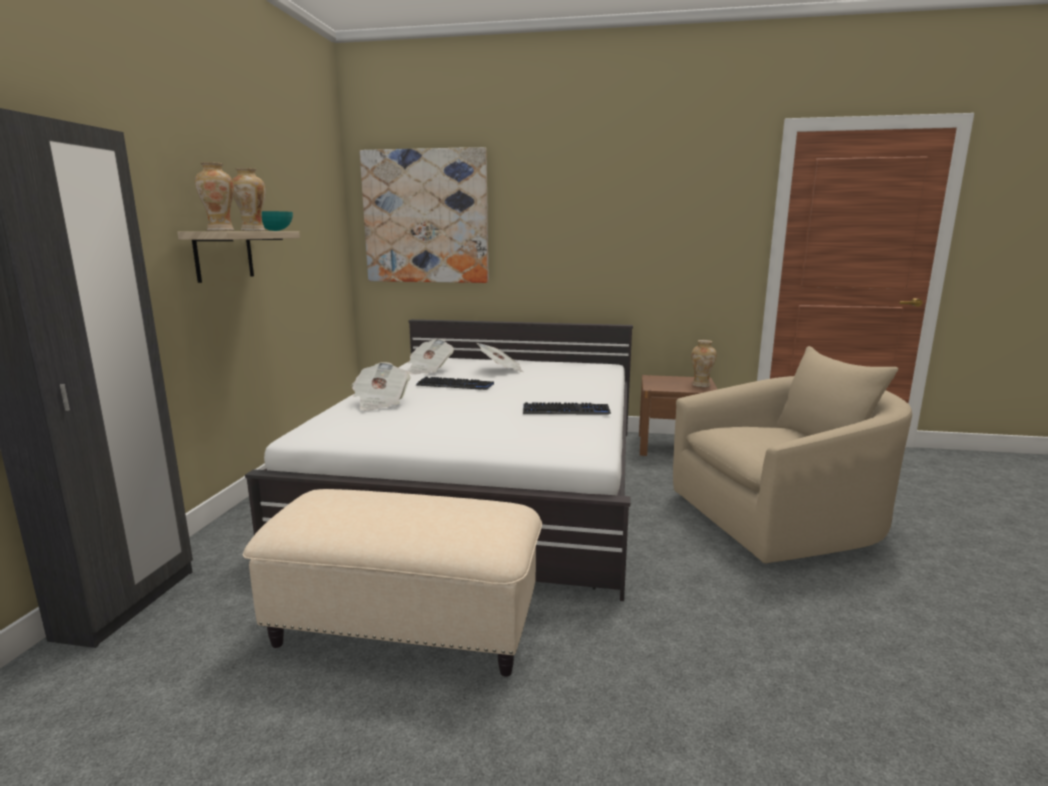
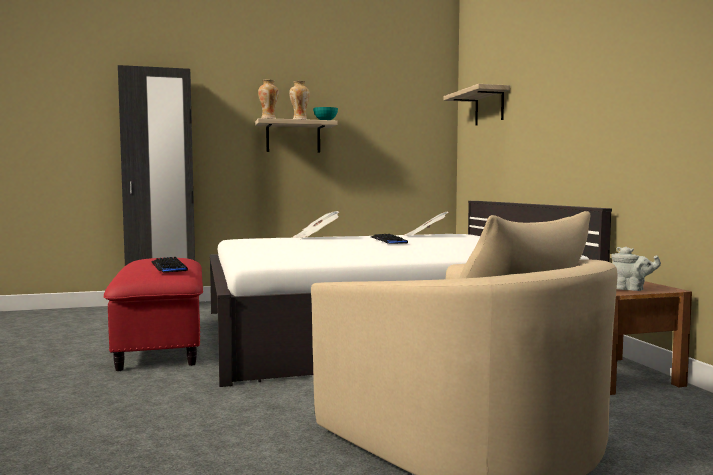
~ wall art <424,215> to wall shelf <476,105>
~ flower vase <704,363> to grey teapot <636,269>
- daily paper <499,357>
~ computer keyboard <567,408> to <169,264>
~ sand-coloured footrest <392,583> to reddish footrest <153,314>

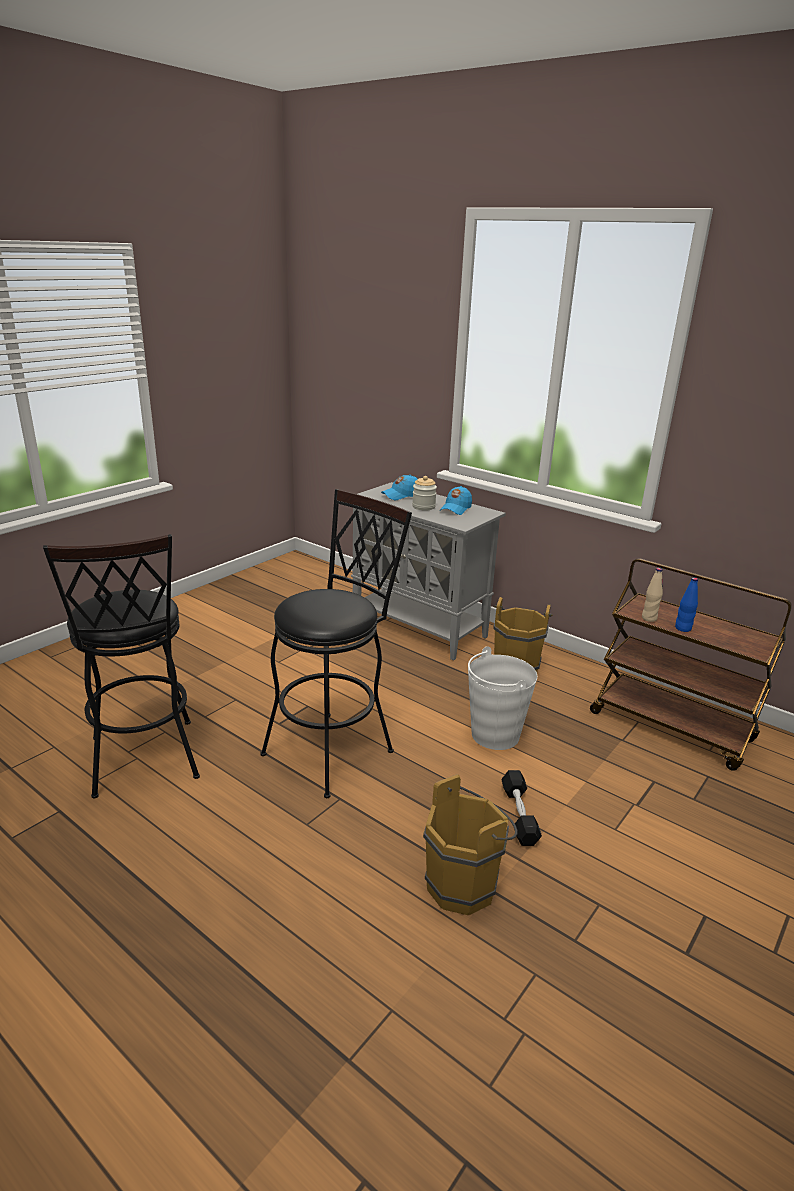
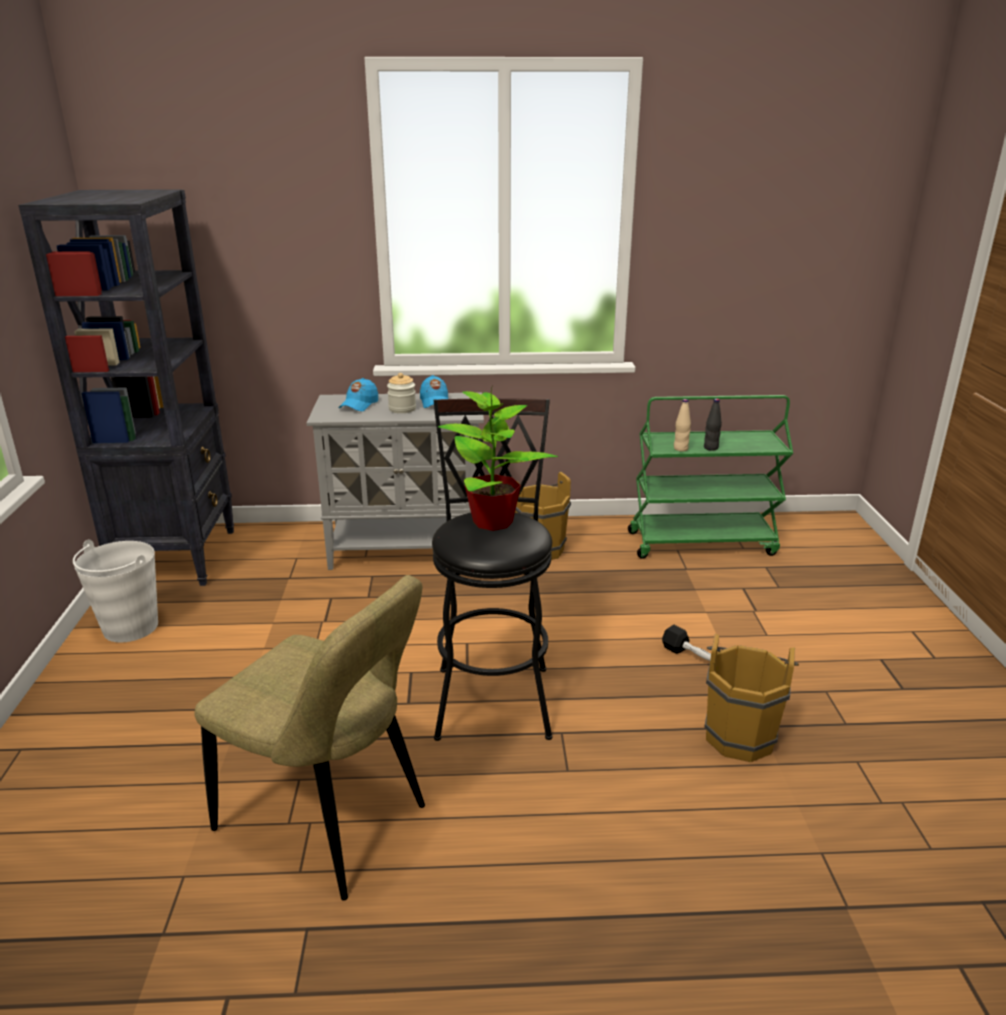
~ black stool seat <121,666> to sand-coloured plain chair <309,738>
~ brown wheeled cart <691,664> to green wheeled cart <710,477>
~ blue-coloured beverage bottle <686,604> to black beverage bottle <713,424>
~ white water bucket <502,698> to <115,590>
+ black bookcase <126,387>
+ potted plant <498,458>

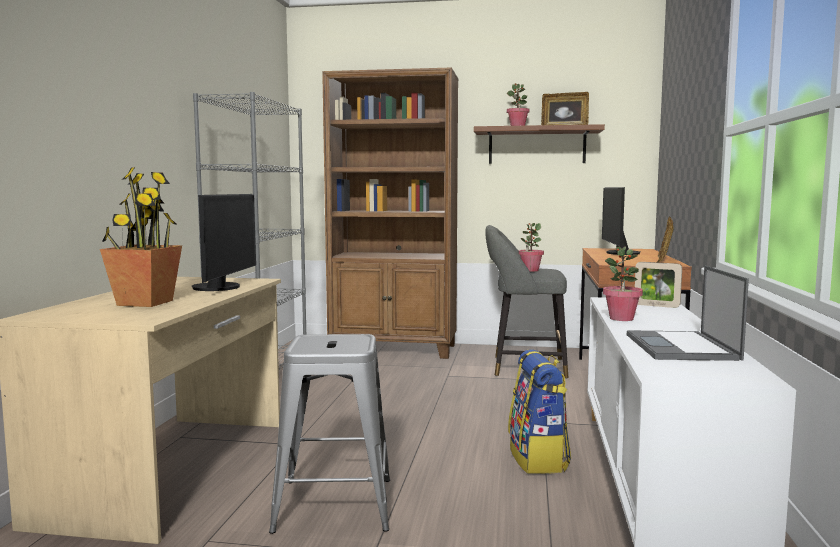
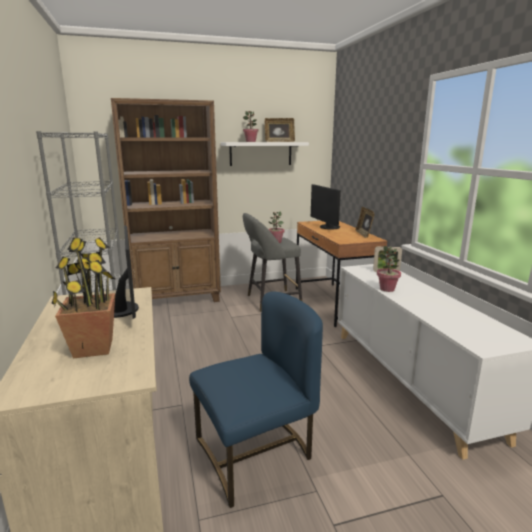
~ brown wall shelf <539,144> to white wall shelf <265,154>
- notebook computer <688,313>
~ grey stool seat <329,434> to blue-coloured plain chair <256,400>
- rucksack <539,411>

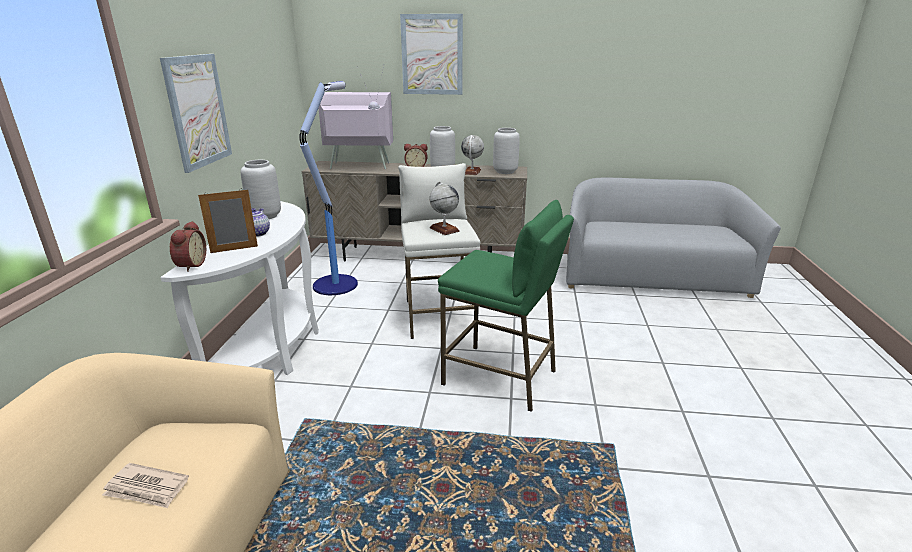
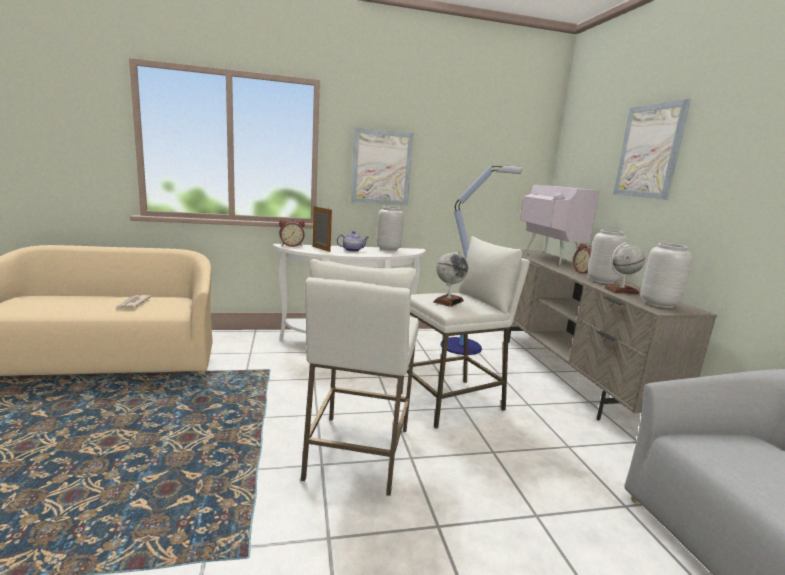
~ green stool seat <506,306> to white stool seat <360,377>

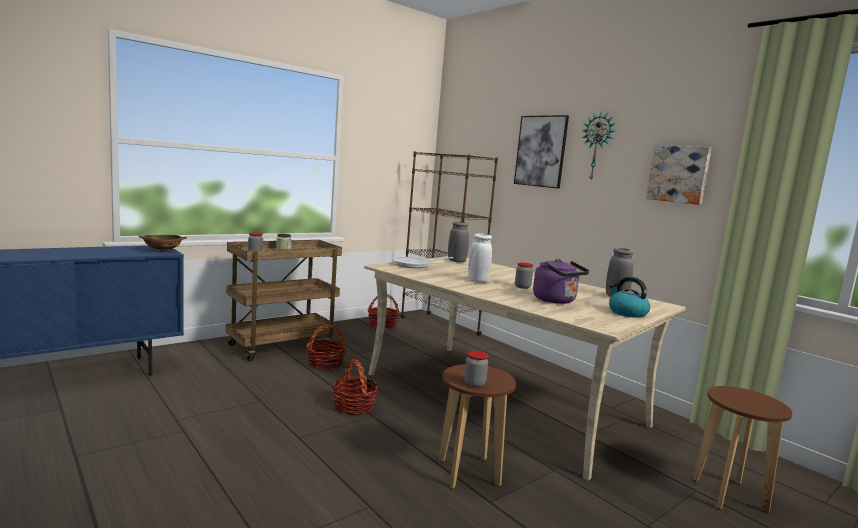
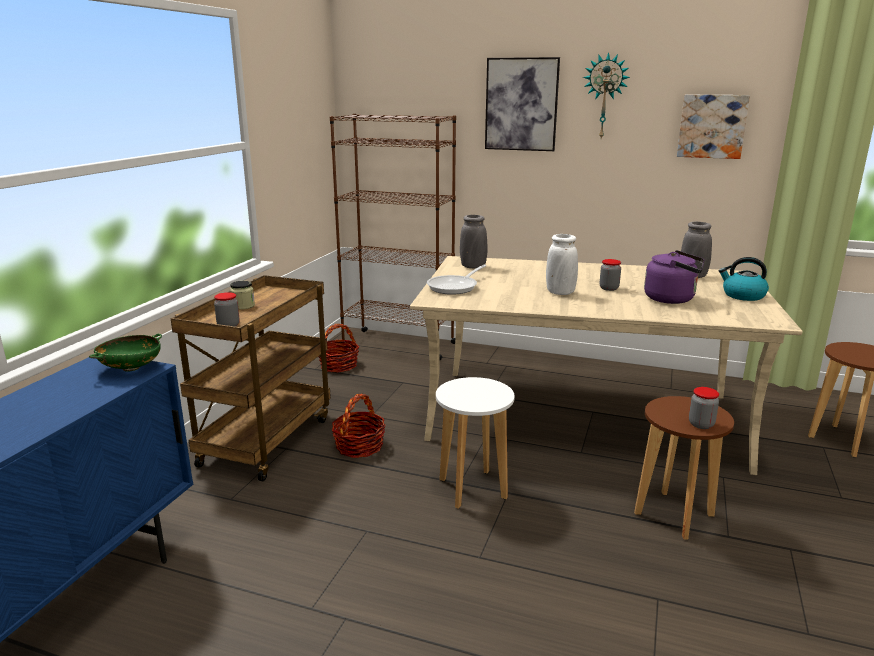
~ brown bowl <163,243> to green bowl <125,352>
~ basket <355,387> to white stool seat <475,443>

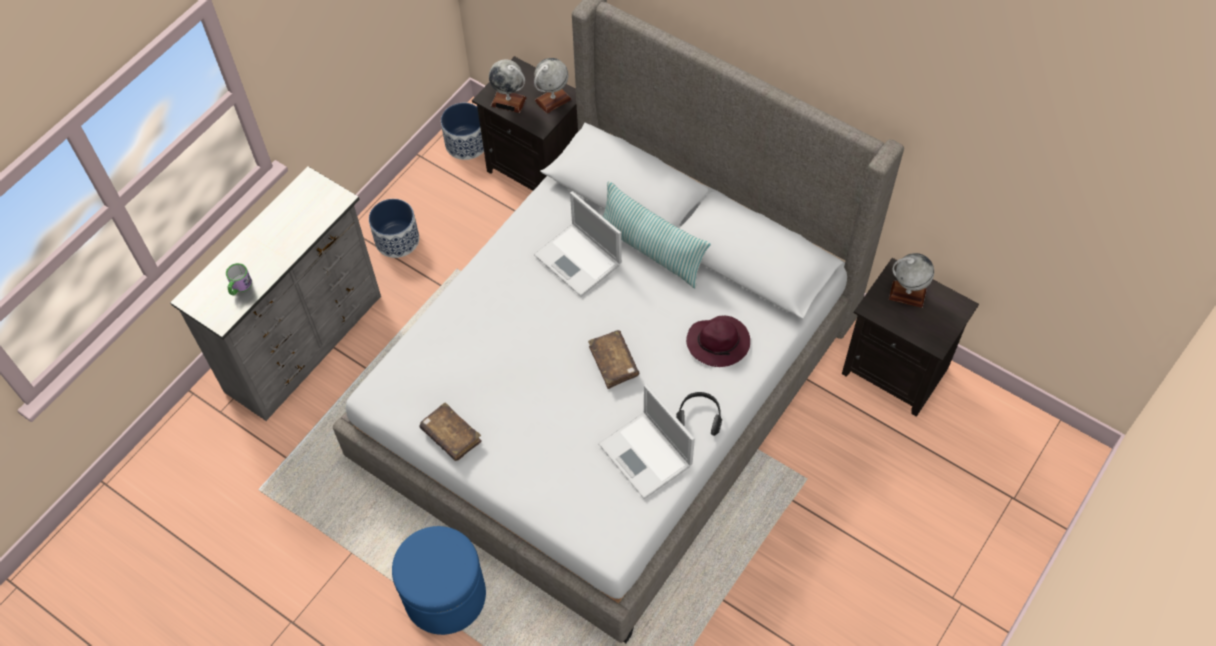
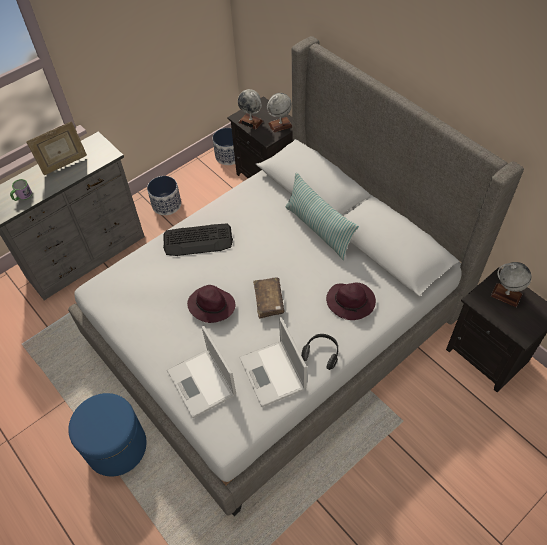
~ notebook computer <578,244> to <201,372>
- brown volume <450,432>
+ photo frame <56,148>
+ computer keyboard <198,240>
+ purple-coloured clothing hat <211,304>

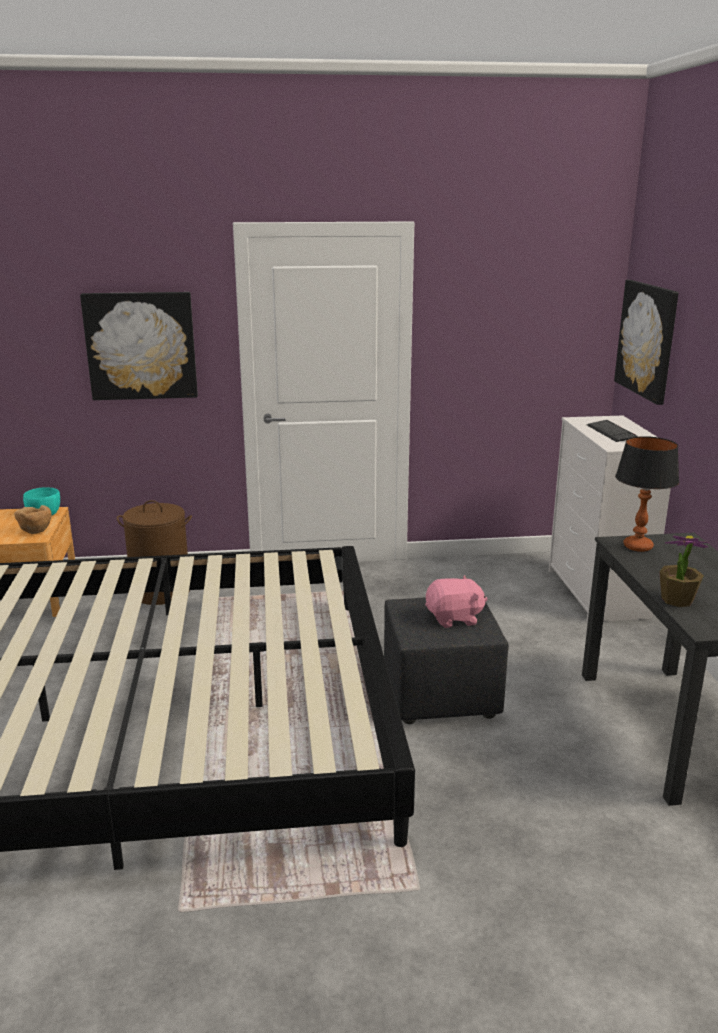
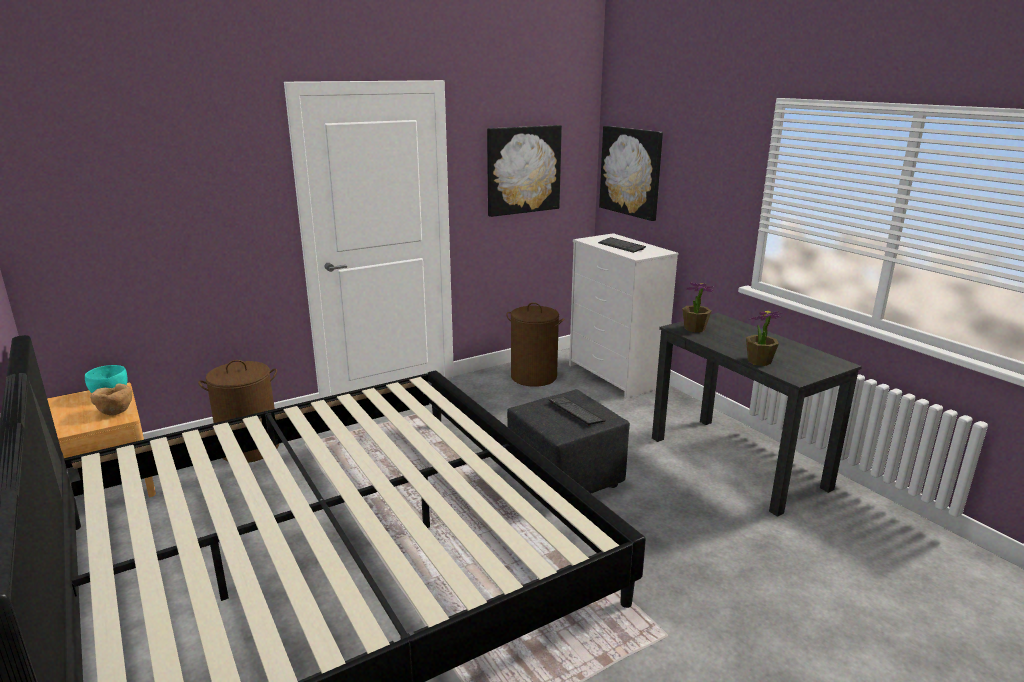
~ wall art <139,346> to <524,171>
~ tabletop lamp <647,494> to potted plant <698,307>
~ pink plush toy <456,601> to computer keyboard <577,411>
+ brown hamper <535,344>

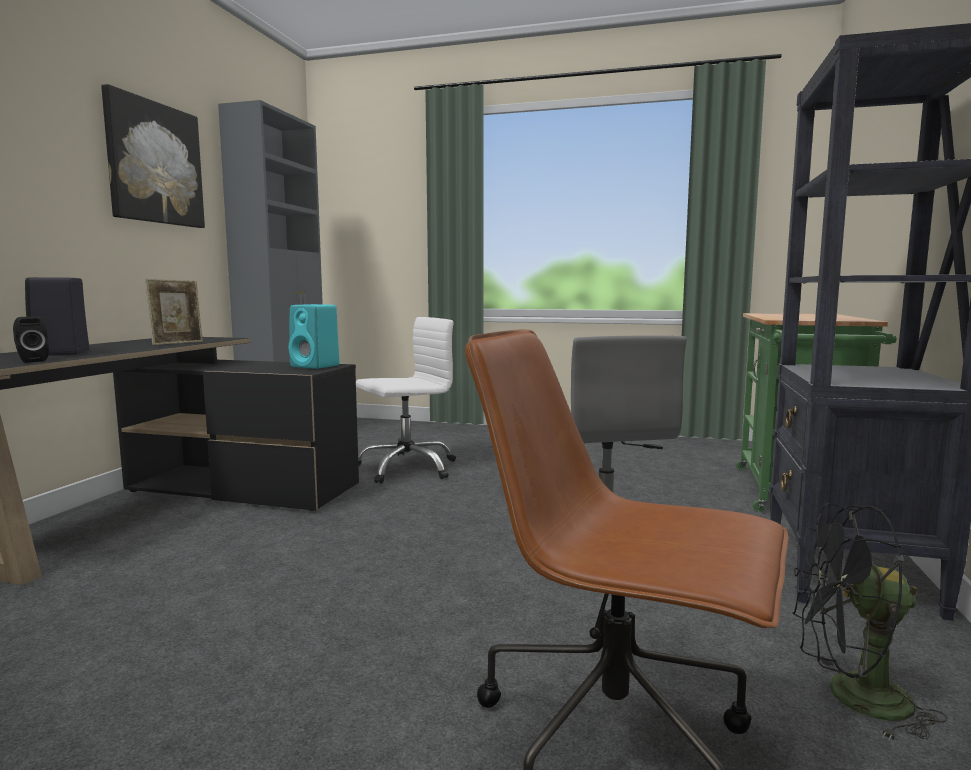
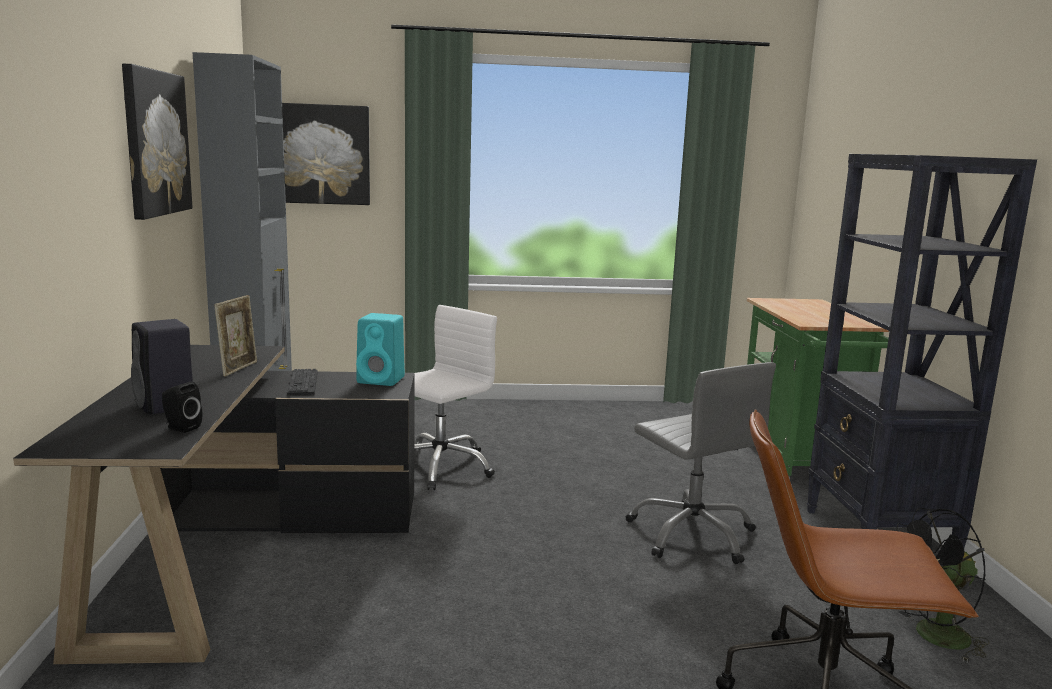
+ wall art <326,154>
+ computer keyboard <302,382>

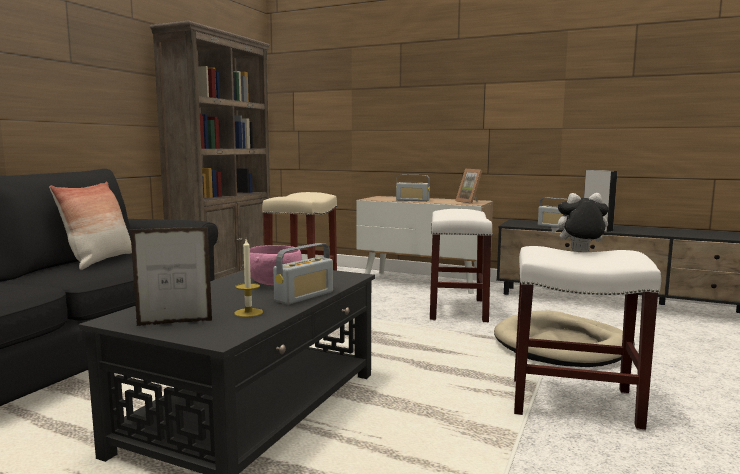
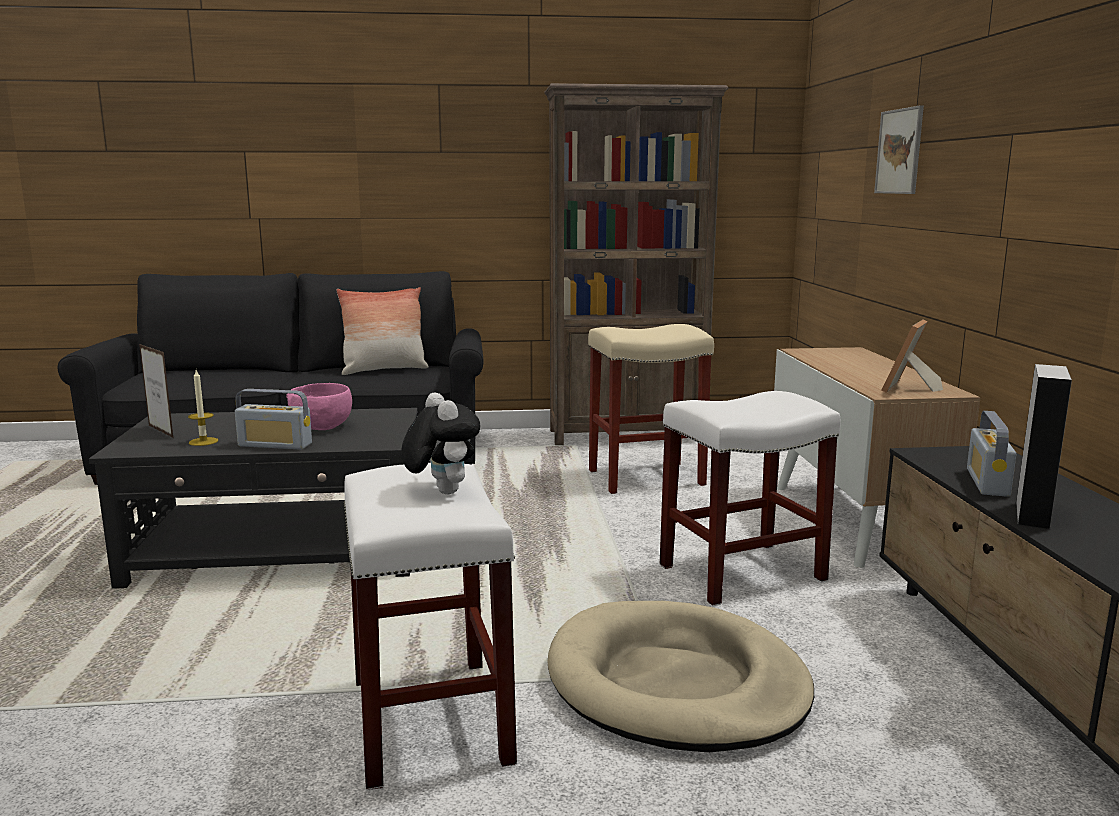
- radio receiver <413,188>
+ wall art <899,149>

